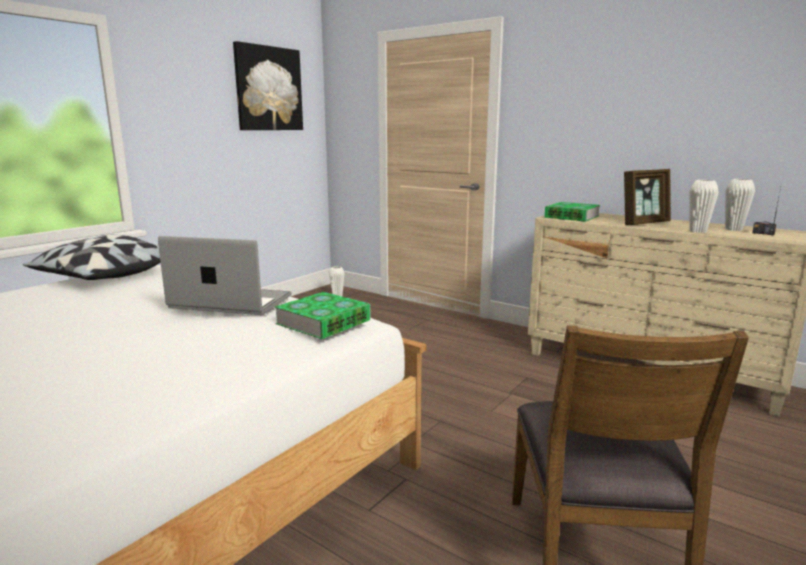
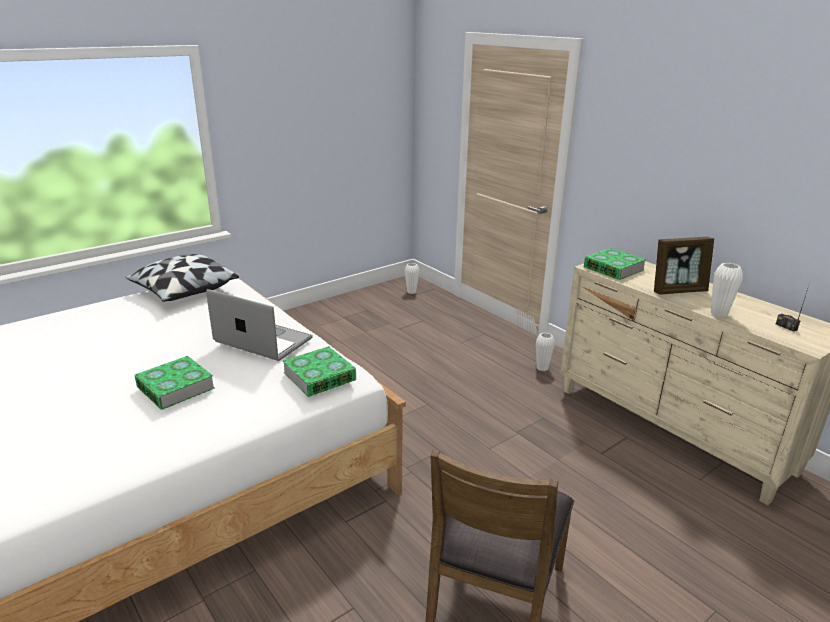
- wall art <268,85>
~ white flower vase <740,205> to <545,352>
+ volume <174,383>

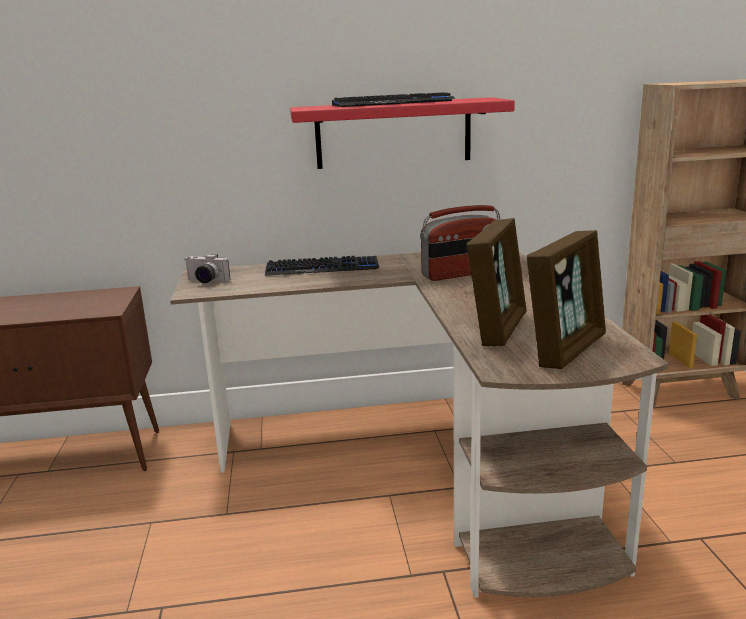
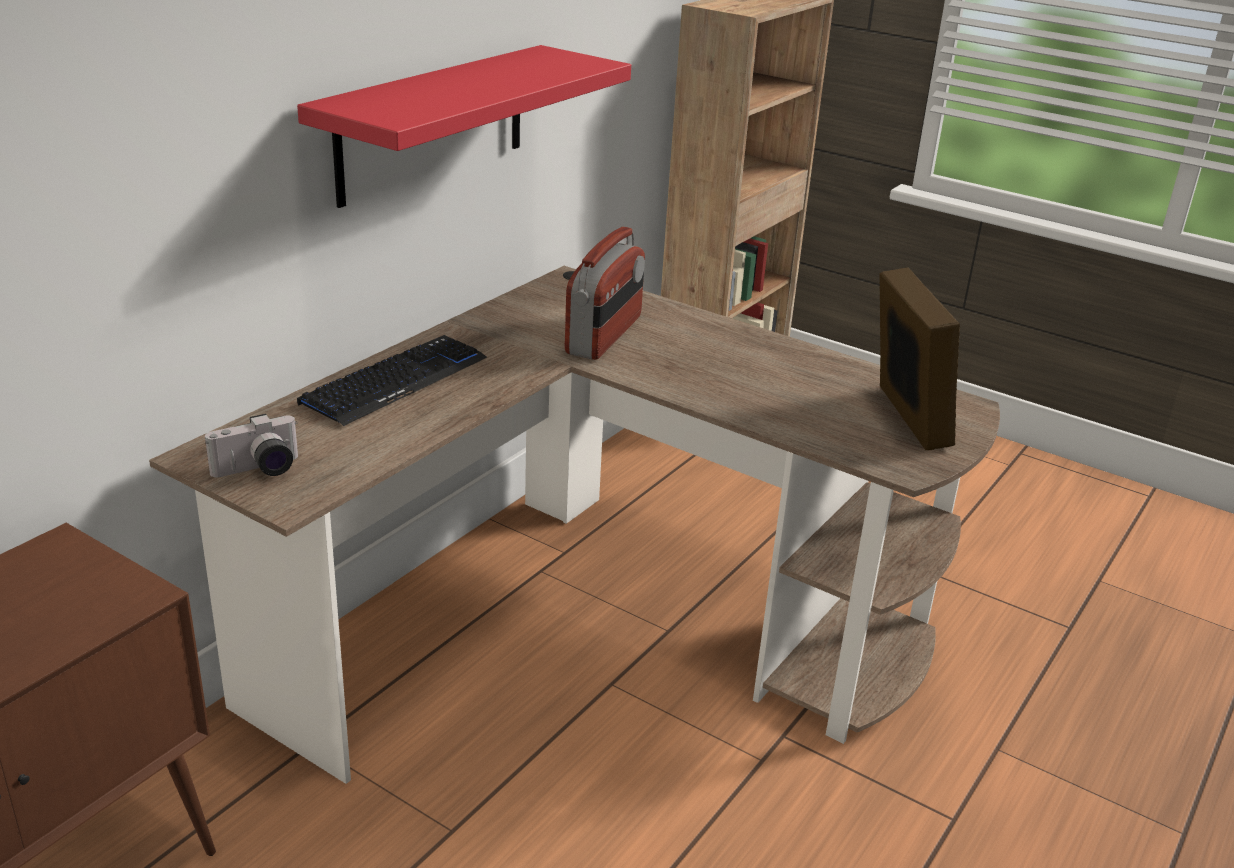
- computer keyboard <394,99>
- photo frame <497,282>

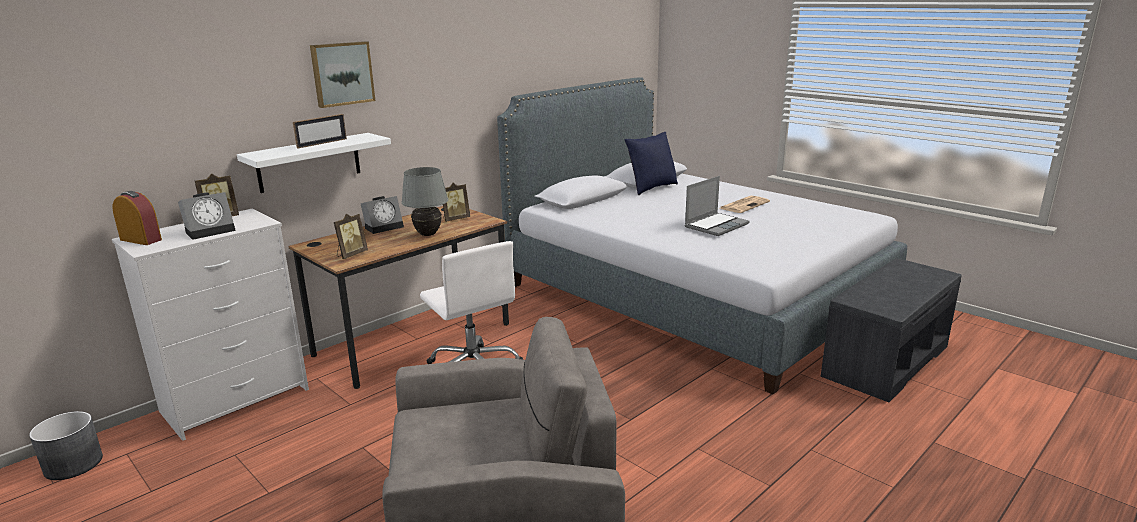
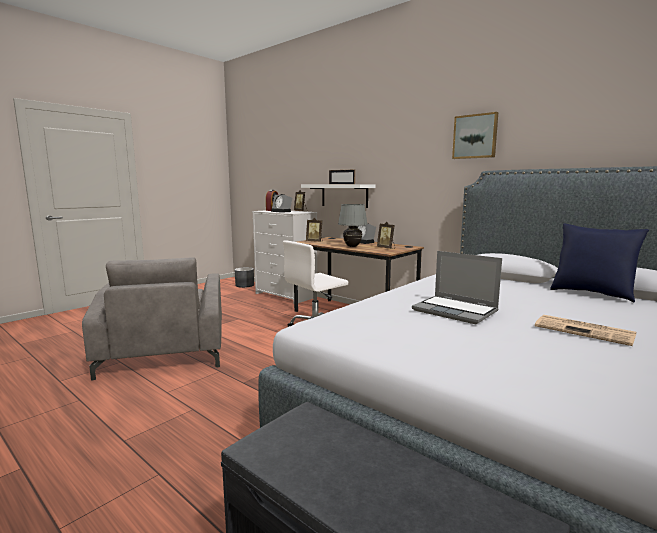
~ wall art <342,74> to <475,135>

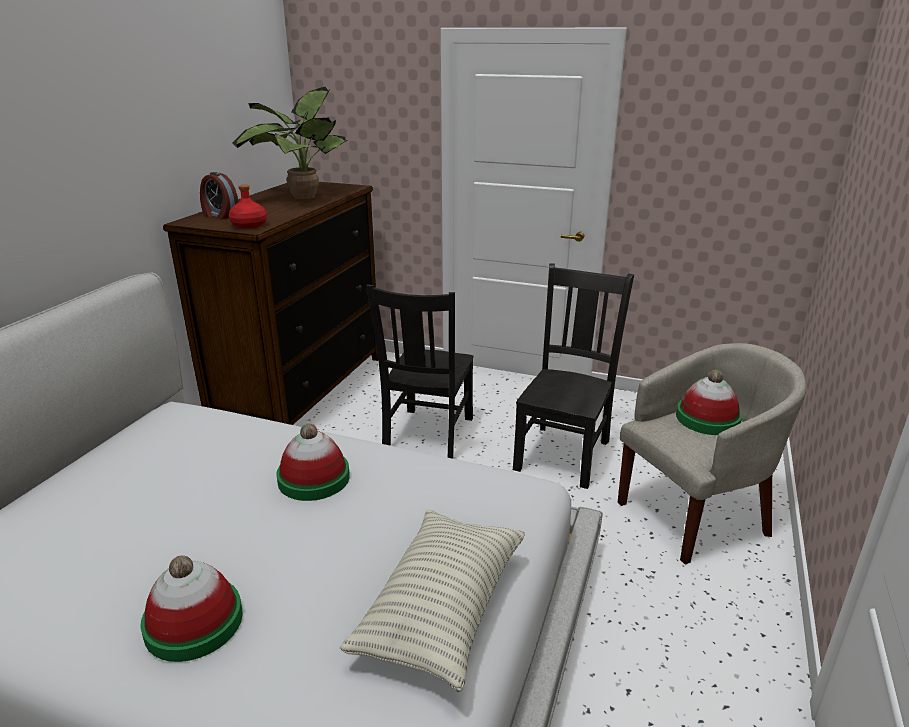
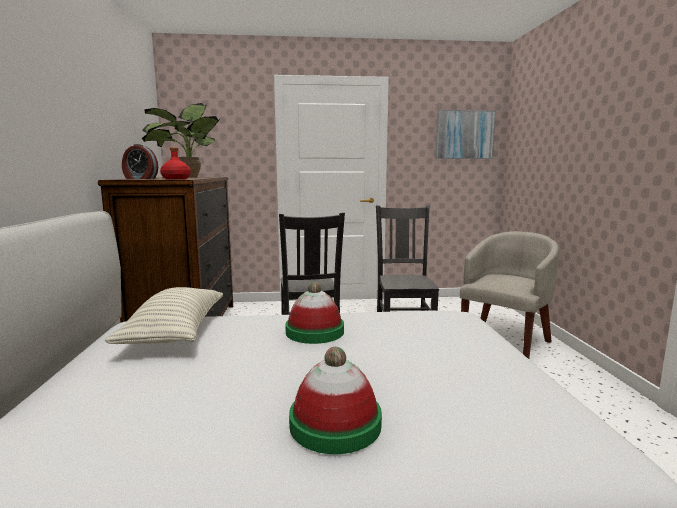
- clothing hat <709,402>
~ cushion <432,601> to <164,315>
+ wall art <465,134>

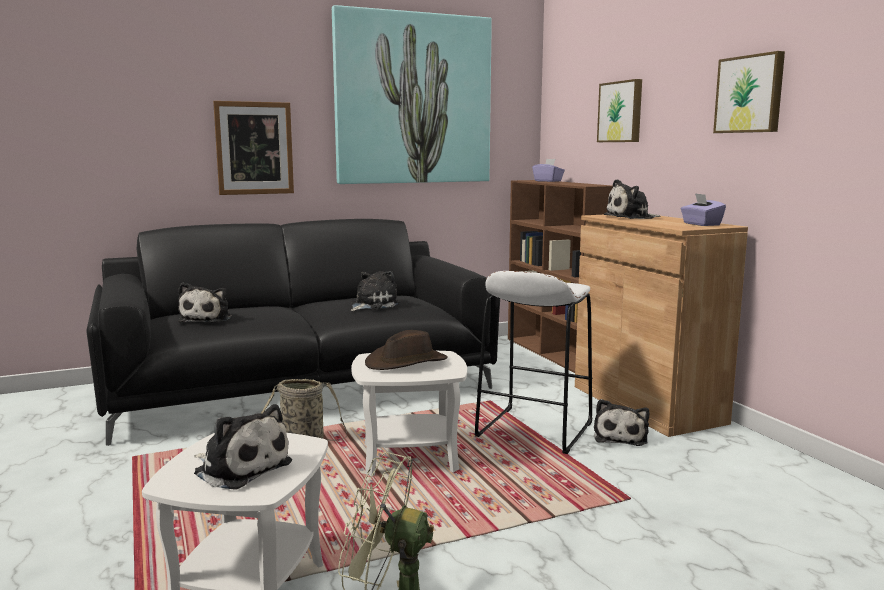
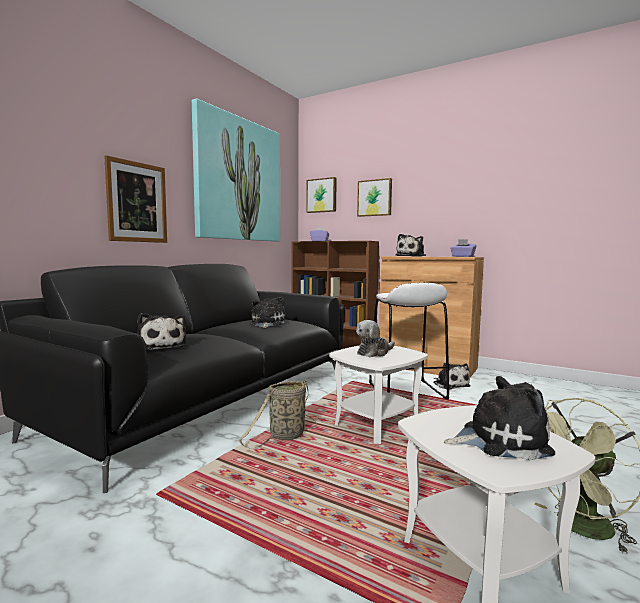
~ wall art <749,92> to <321,195>
~ brown clothing hat <406,350> to plush toy <375,338>

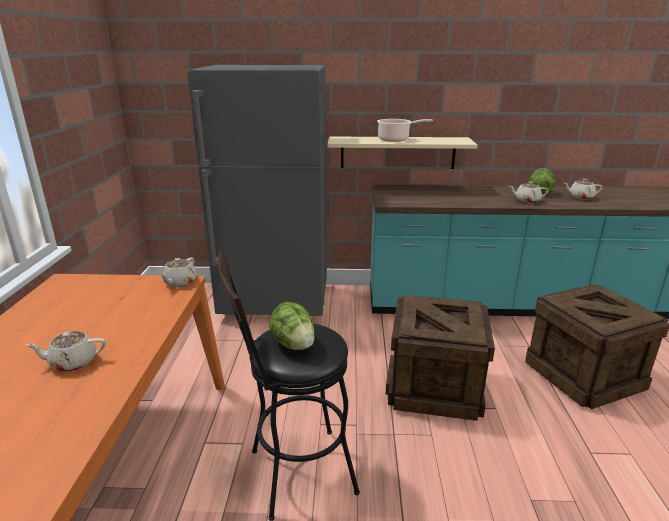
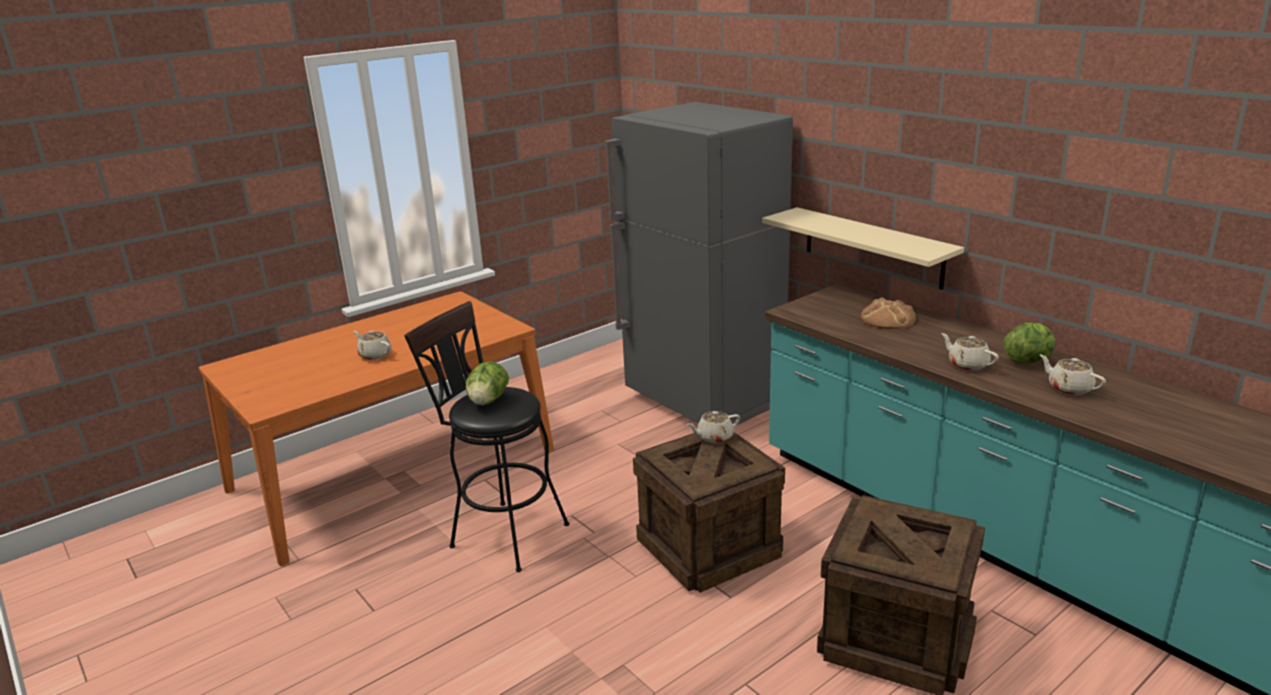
- saucepot <405,130>
~ sand-coloured teapot <178,272> to <713,427>
+ bread <888,313>

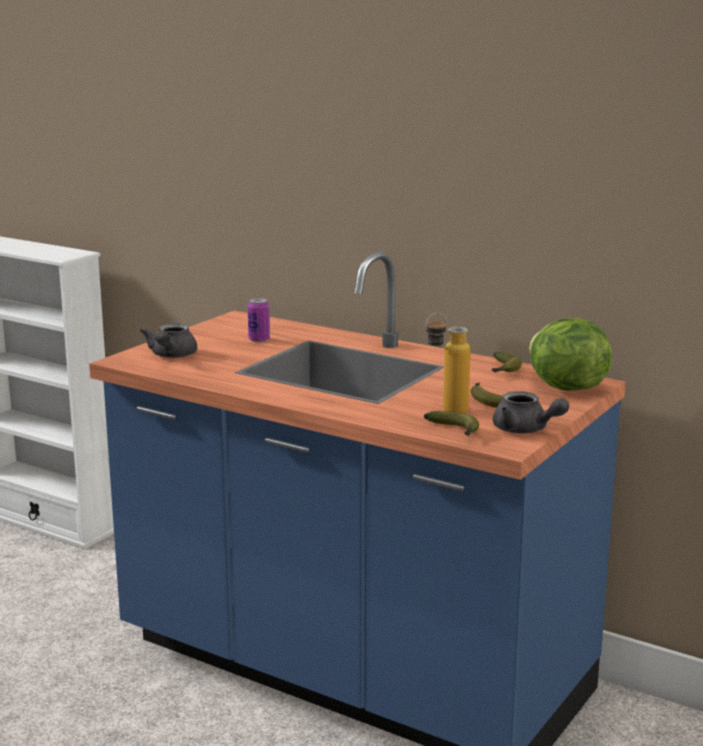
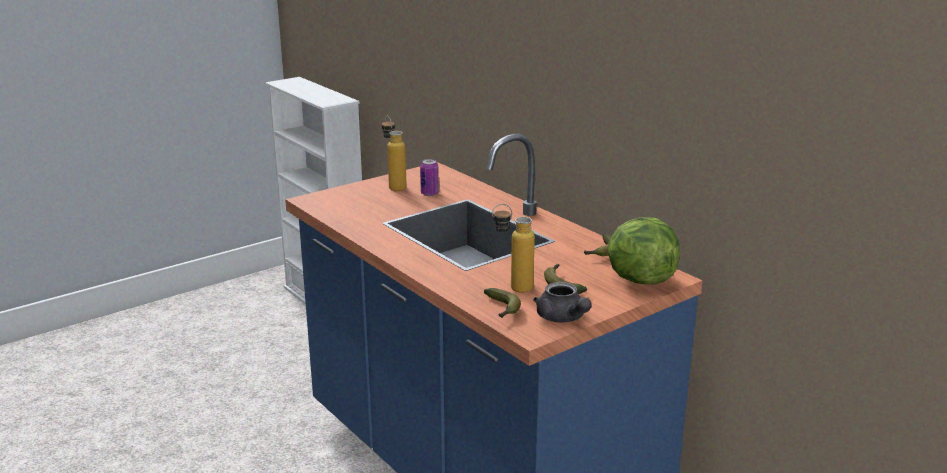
- grey teapot <168,341>
+ beverage bottle <394,153>

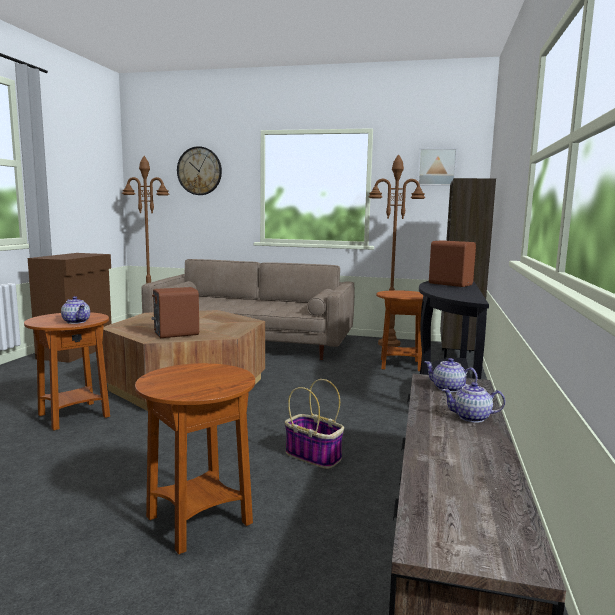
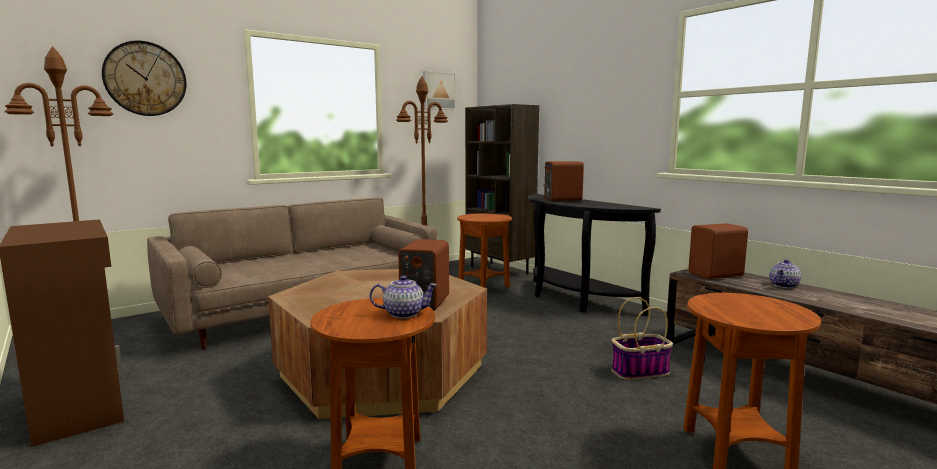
~ teapot <451,375> to brown loudspeaker <718,251>

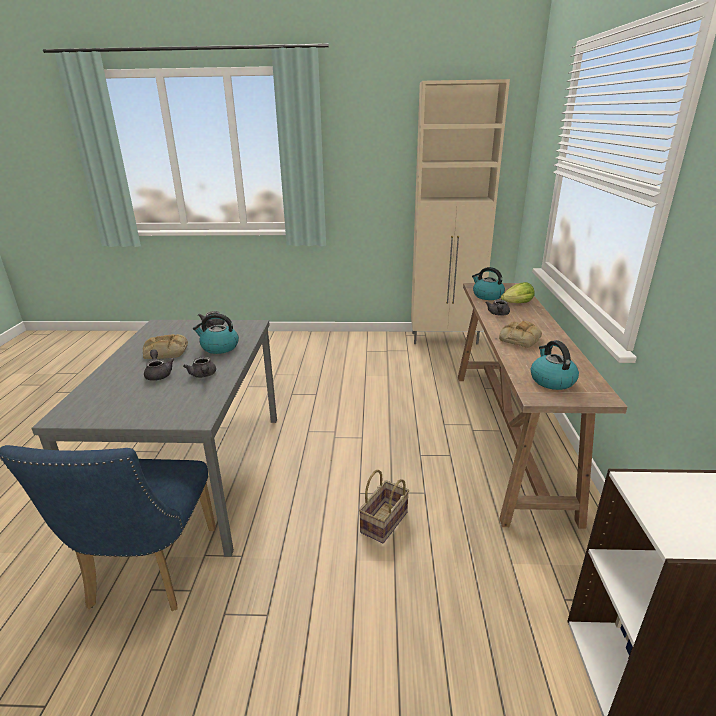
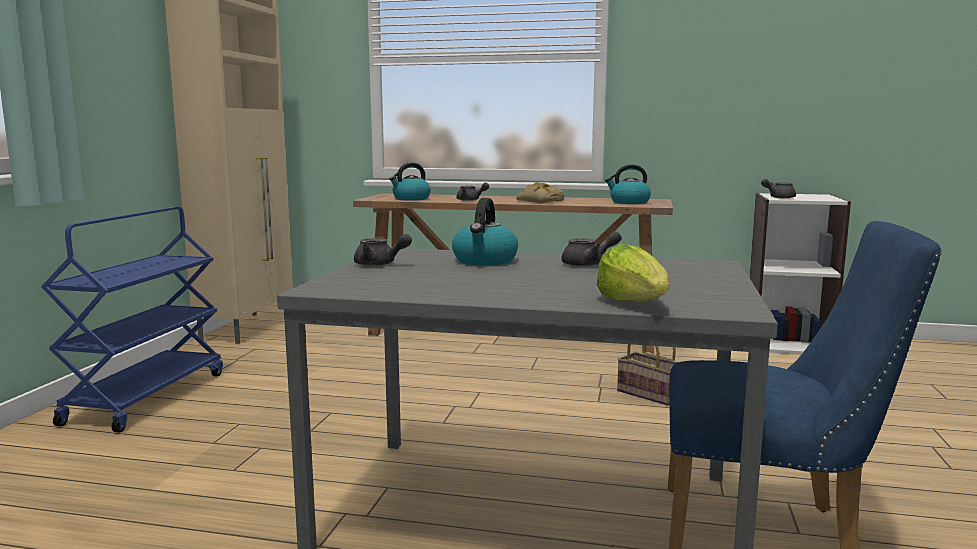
~ lettuce <518,292> to <633,273>
- bread <165,346>
~ grey teapot <159,365> to <778,189>
+ blue-coloured wheeled cart <132,319>

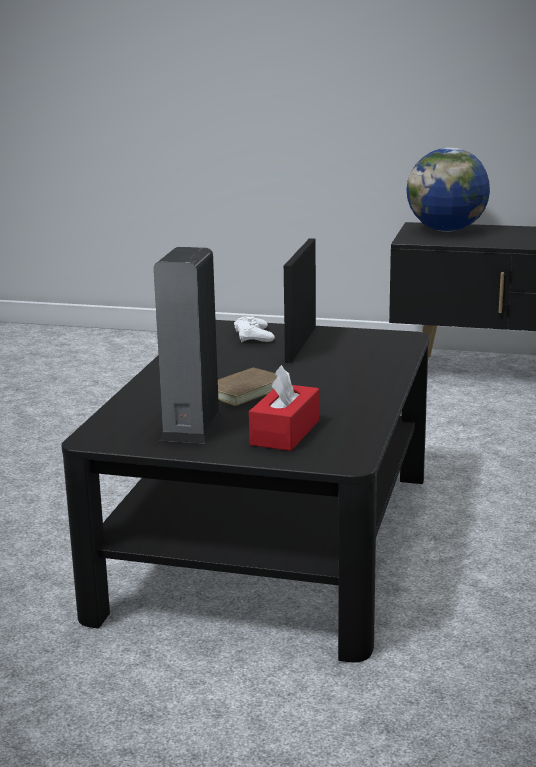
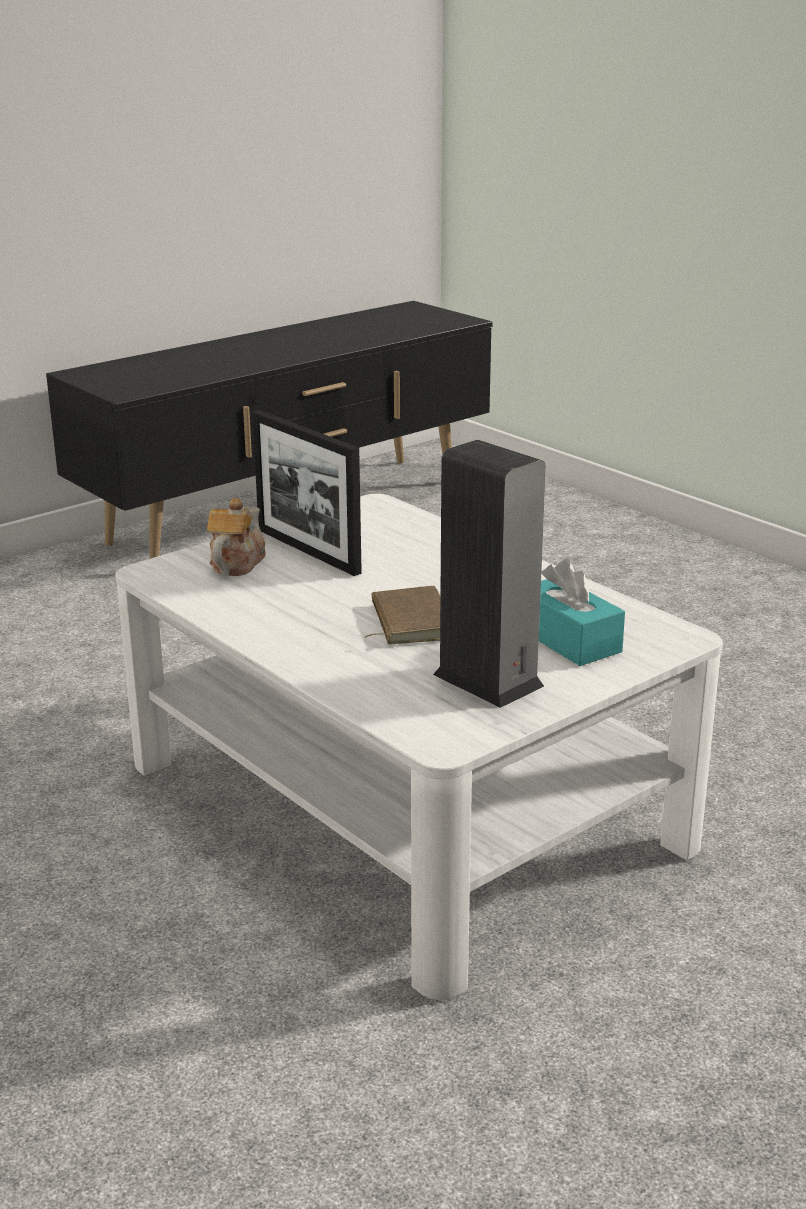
- world globe <448,189>
~ white gamepad <254,329> to teapot <236,537>
~ black low table <245,491> to white low table <419,747>
~ reddish tissue holder <284,408> to blue-green tissue holder <582,612>

